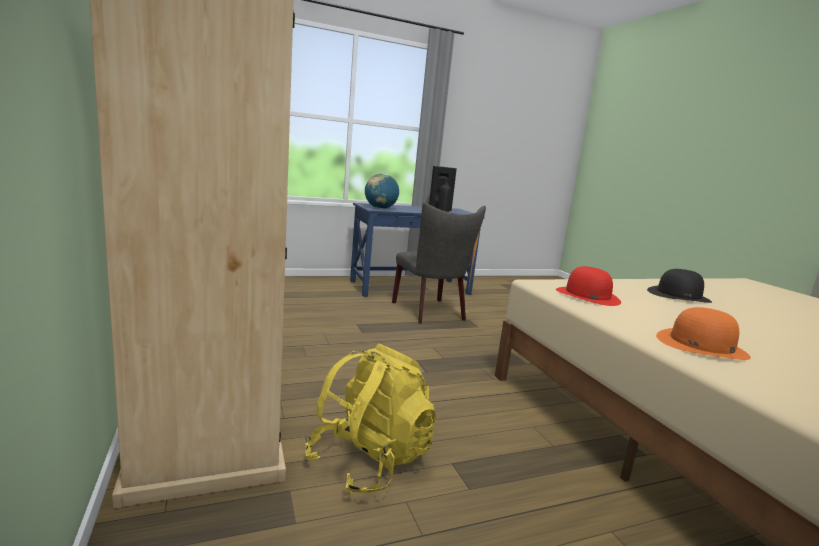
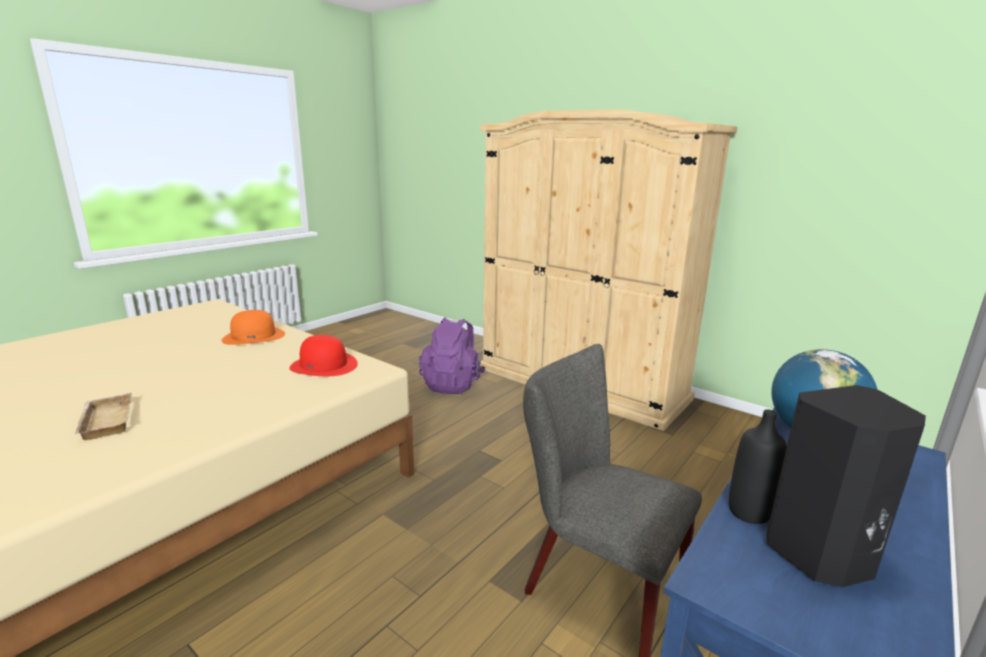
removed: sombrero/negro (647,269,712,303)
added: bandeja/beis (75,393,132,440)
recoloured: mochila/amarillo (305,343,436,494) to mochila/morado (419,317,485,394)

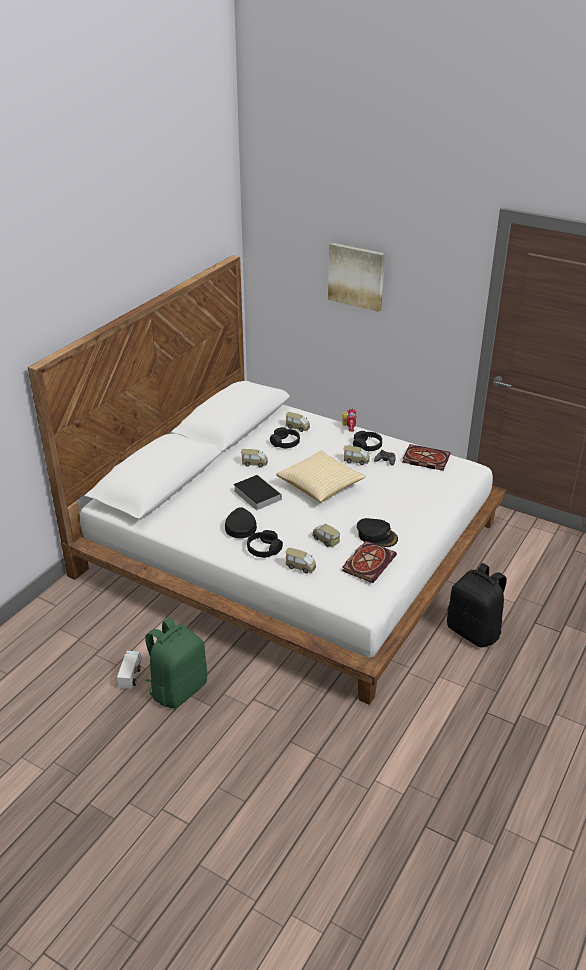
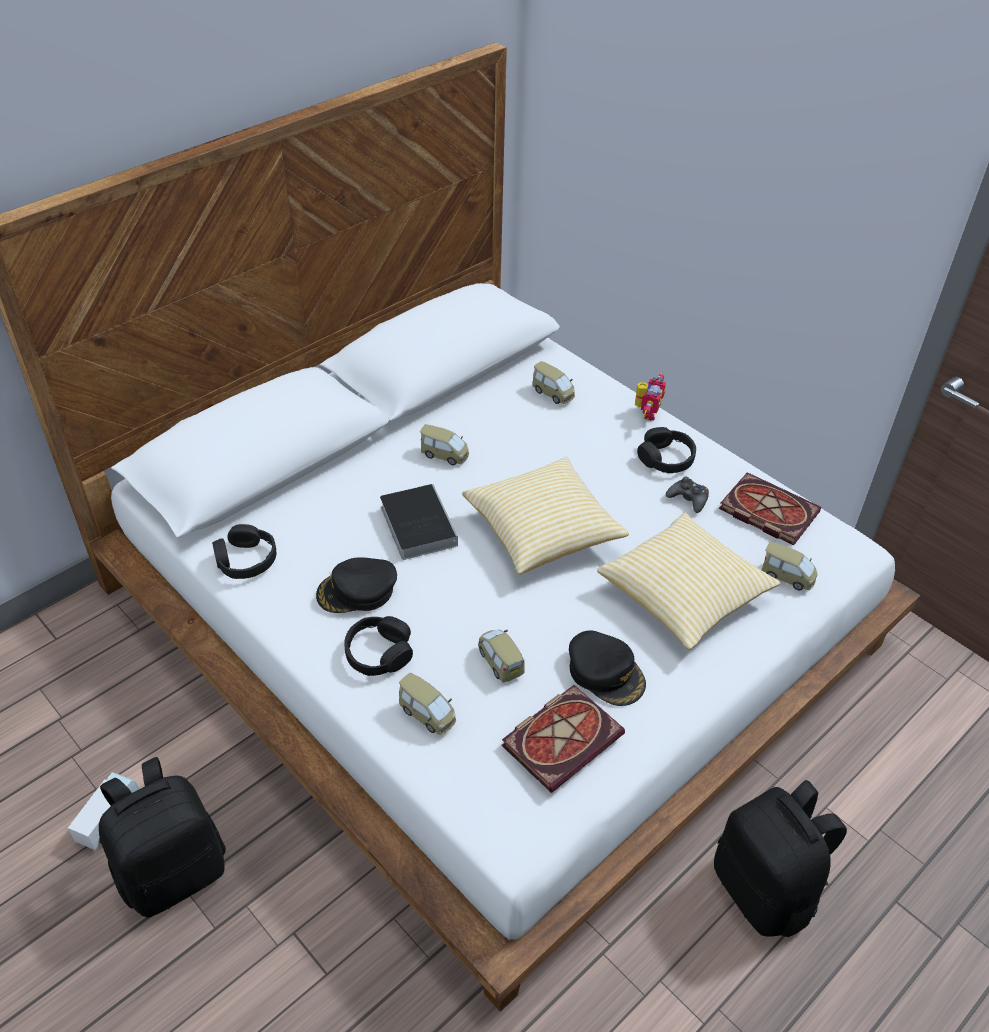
removed: cuadro (328,243,385,312)
added: cojín (597,512,780,650)
moved: auriculares/negro (270,427,300,448) to (212,524,276,579); coche de juguete (344,446,370,465) to (762,542,817,590)
recoloured: mochila/verde (145,617,207,708) to mochila/negro (99,757,226,918)
turned: gorra/negro (225,507,257,538) = (316,557,397,613) 120 degrees counterclockwise

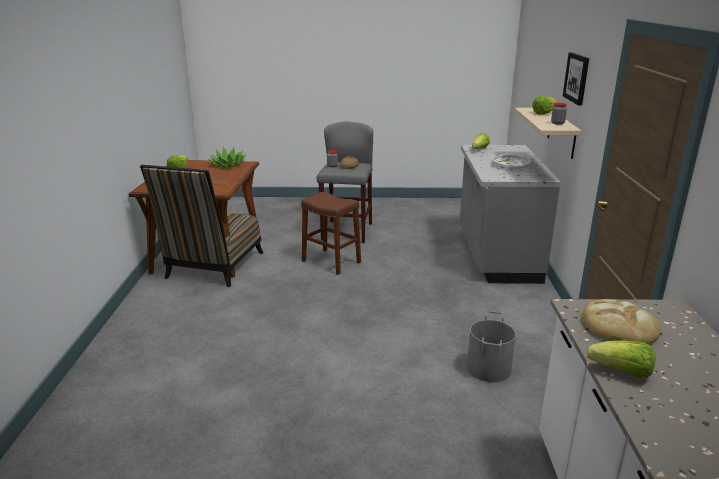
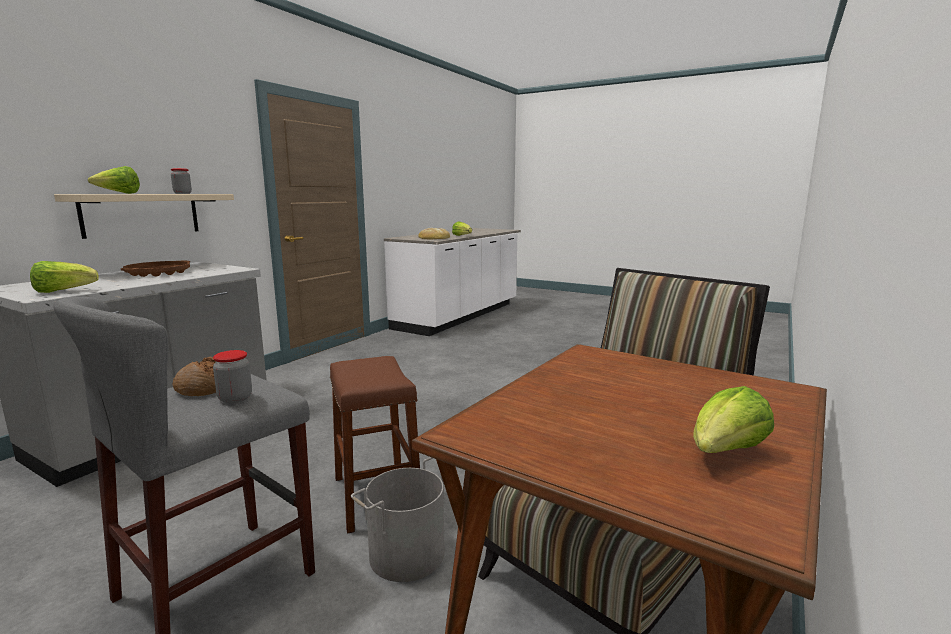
removed: cuadro (563,52,589,106); planta en maceta (208,147,247,167)
moved: cubo/gris (467,311,516,382) to (351,457,445,582)
recoloured: bandeja/blanco (493,154,531,169) to bandeja/marrón (121,261,190,277)

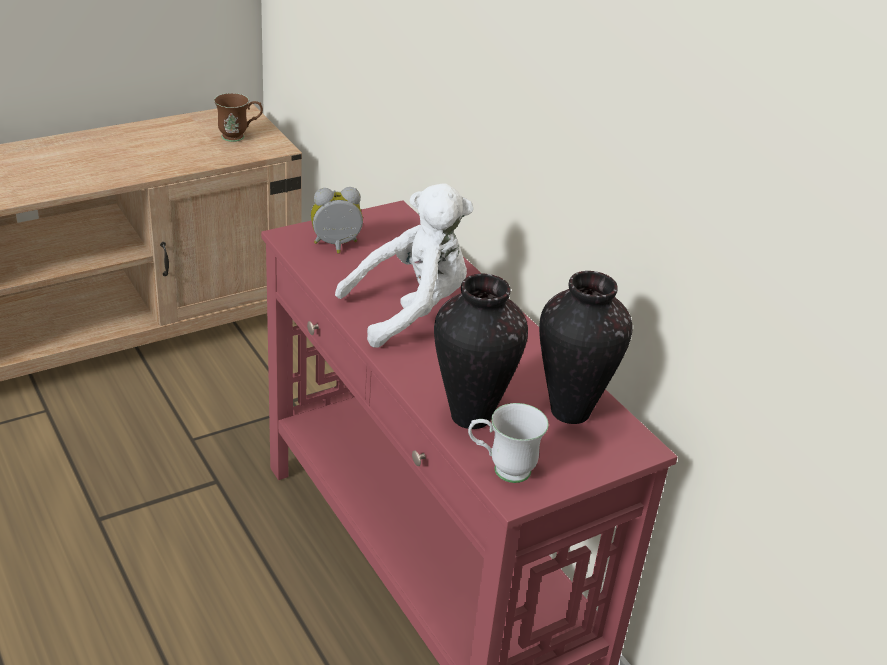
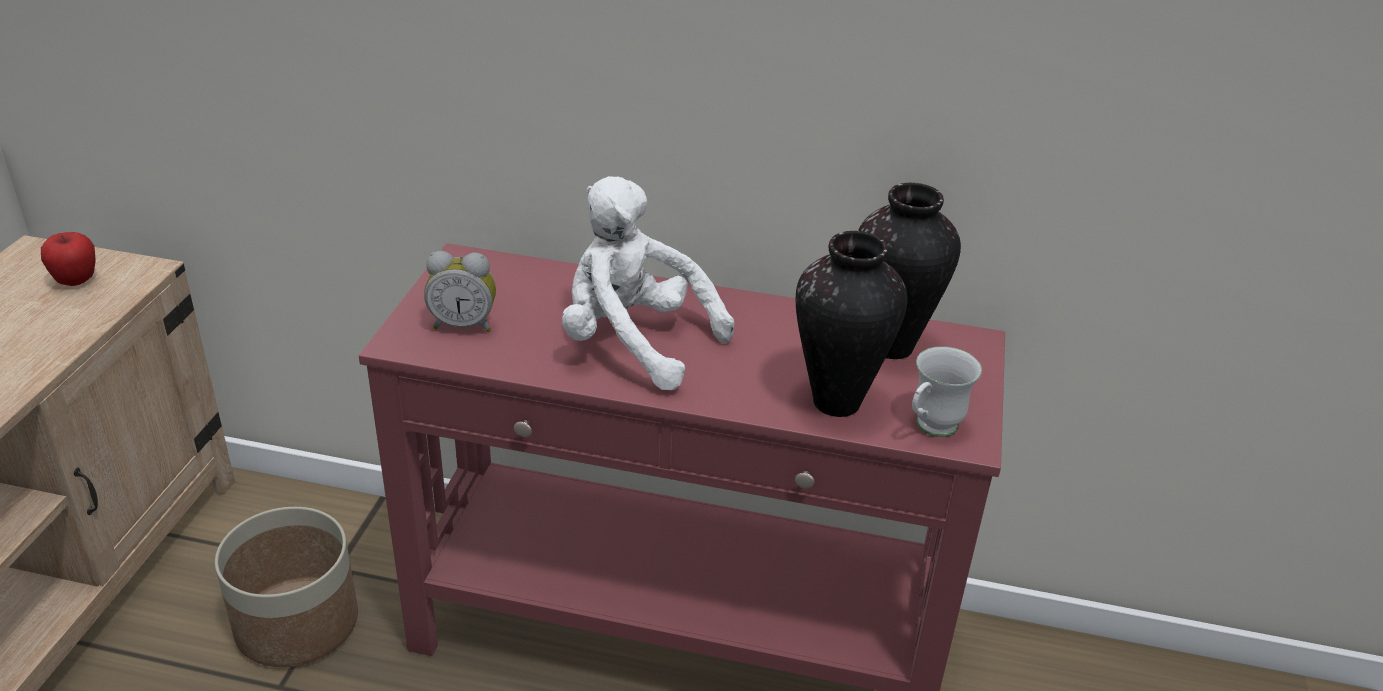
added: maceta (215,507,358,667)
replaced: taza grande/marrón (214,93,263,142) to manzana (41,232,96,286)
turned: peluche/blanco (335,183,473,348) = (562,176,735,390) 75 degrees counterclockwise; despertador (311,187,363,254) = (424,251,496,333) 120 degrees counterclockwise

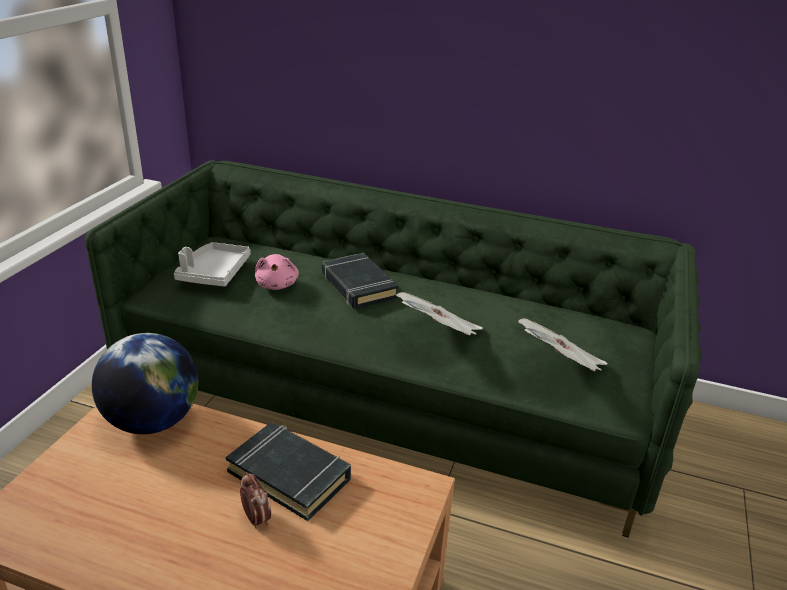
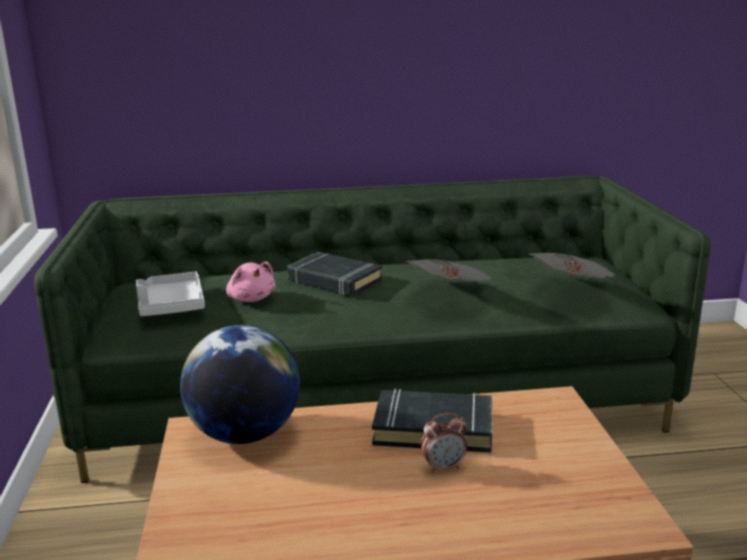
turned: despertador (240,472,271,529) = (421,413,467,473) 135 degrees clockwise

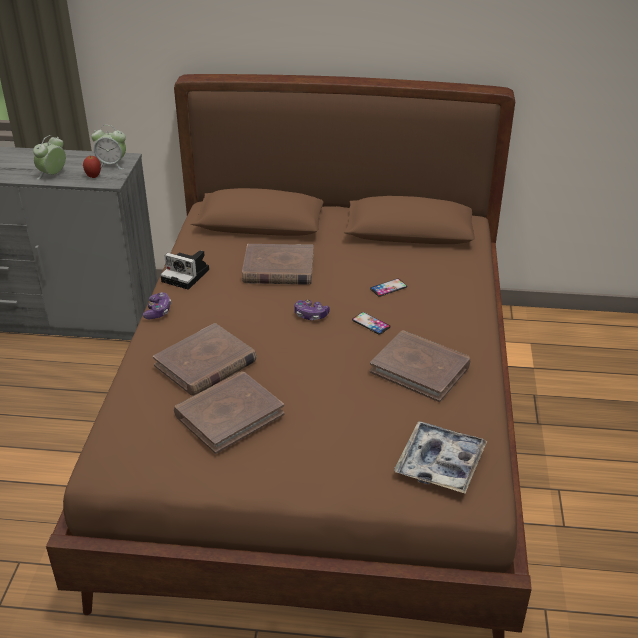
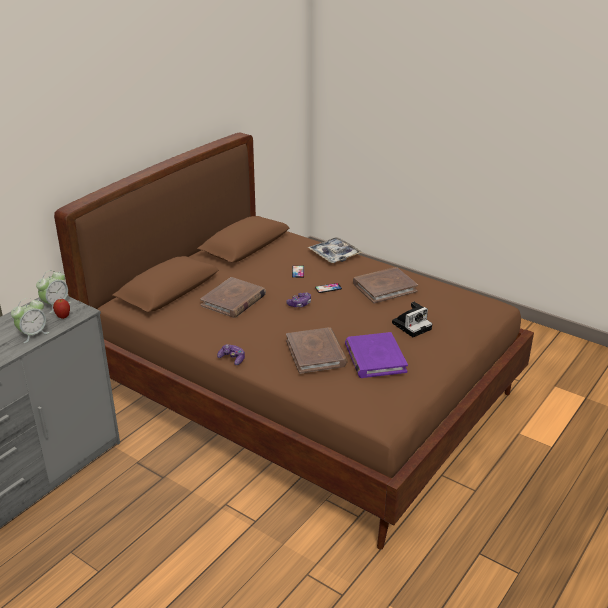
moved: cámara (160,250,209,290) to (392,302,432,337); bandeja (394,421,487,493) to (308,237,362,263)
recoloured: libro/marrón (174,372,284,454) to libro/morado (345,332,408,378)
turned: despertador (33,135,66,179) = (11,298,49,343) 105 degrees counterclockwise

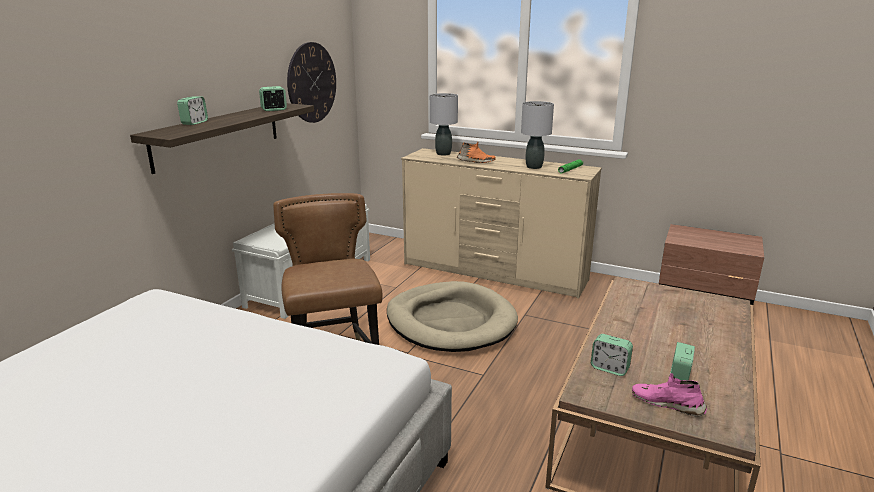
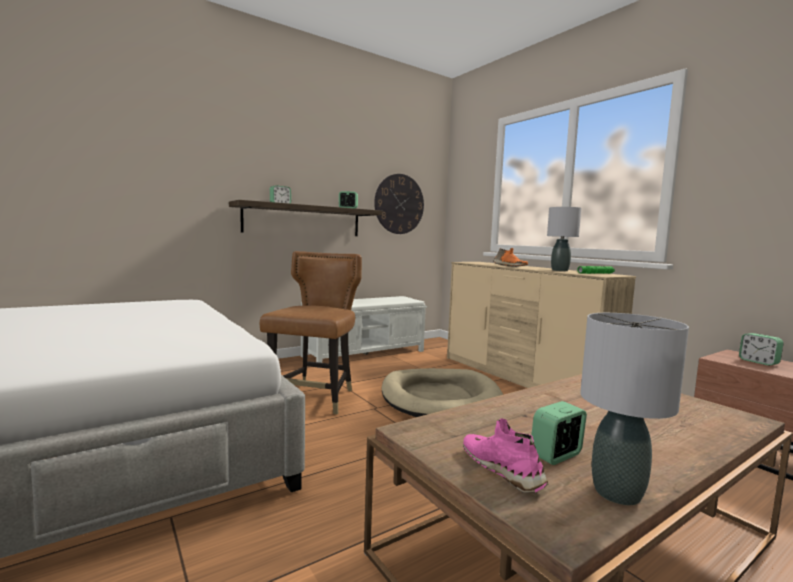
moved: lámpara de mesa/gris (430,93,458,156) to (580,313,689,505); despertador (591,334,633,376) to (739,333,784,366)

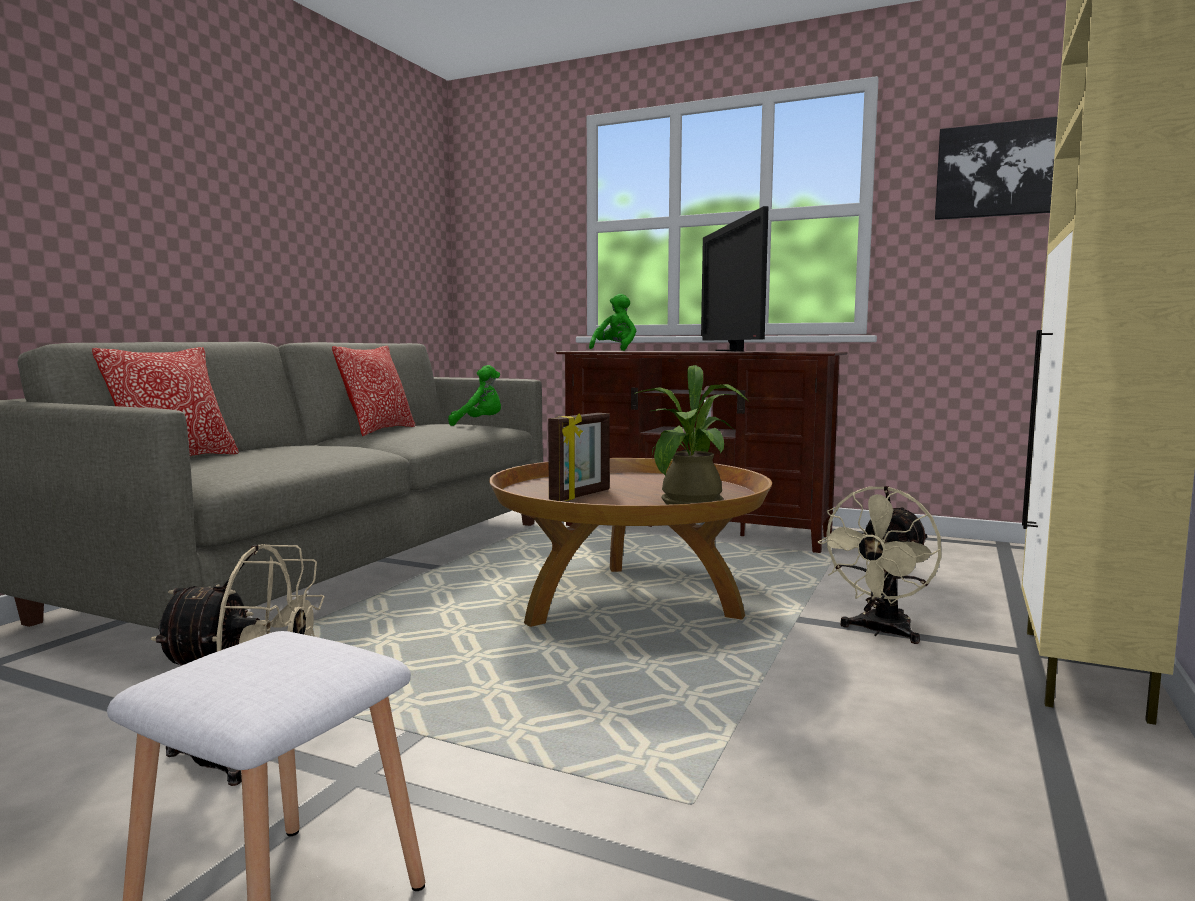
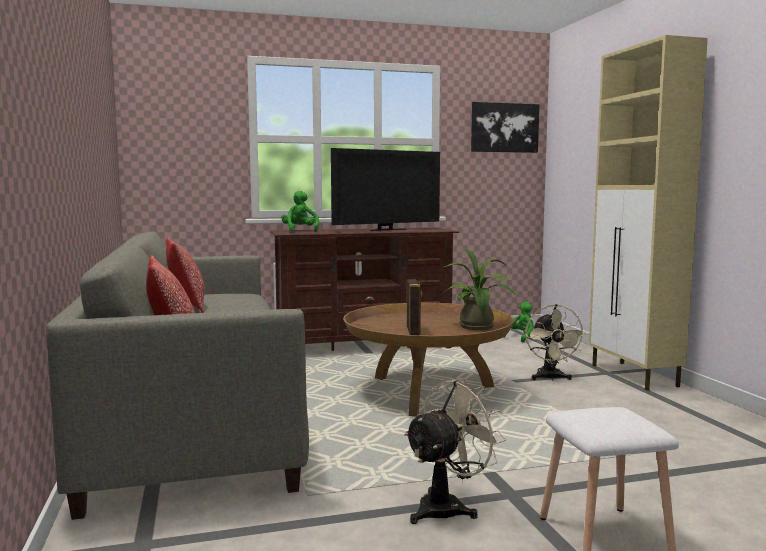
moved: peluche/verde (448,365,501,426) to (503,302,533,343)
turned: televisor (701,206,769,352) = (331,148,440,231) 75 degrees counterclockwise

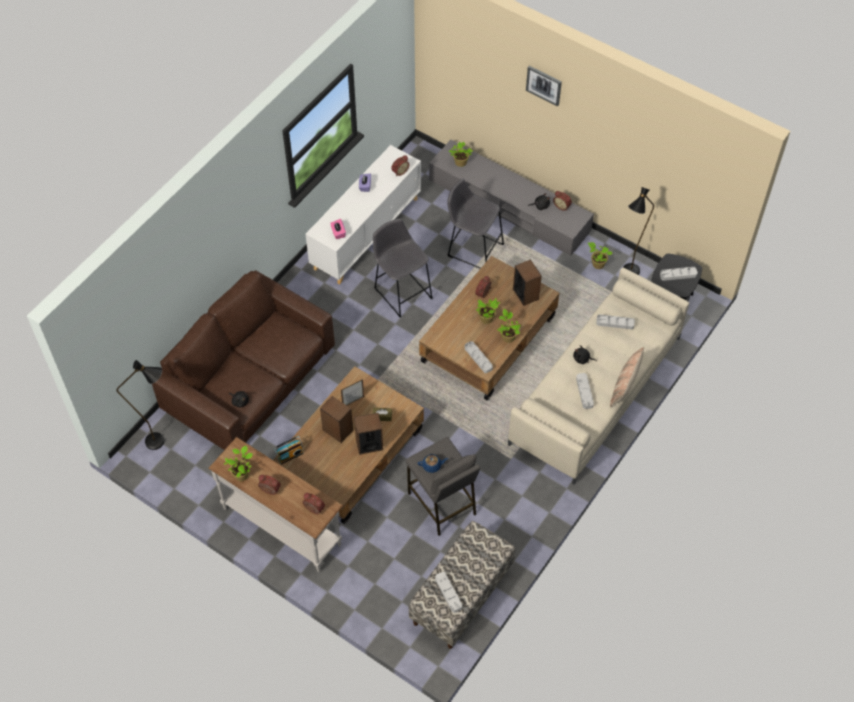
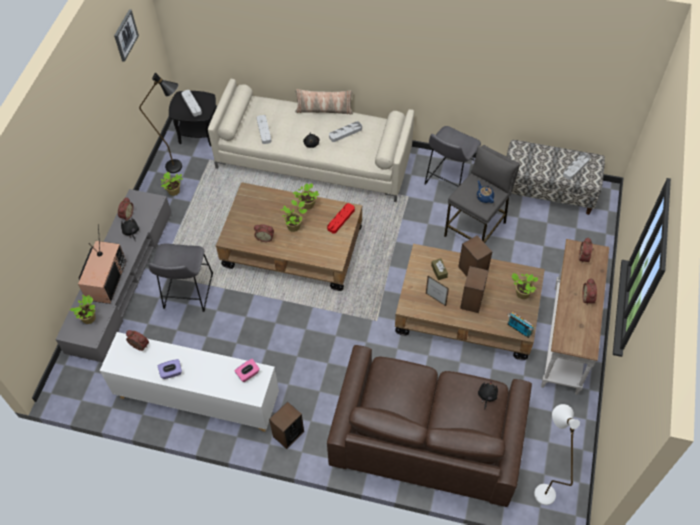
added: televisor (78,225,126,304)
moved: cuadro (526,66,562,107) to (114,9,139,62); taburete/gris (373,218,433,318) to (424,126,481,187); altavoz (513,259,542,306) to (269,401,304,449); planta en maceta (224,446,253,481) to (511,273,538,299)
recoloured: bandeja/gris (465,341,493,373) to bandeja/rojo (327,203,355,234); lámpara de pie/negro (117,360,164,450) to lámpara de pie/blanco (534,404,580,505)

